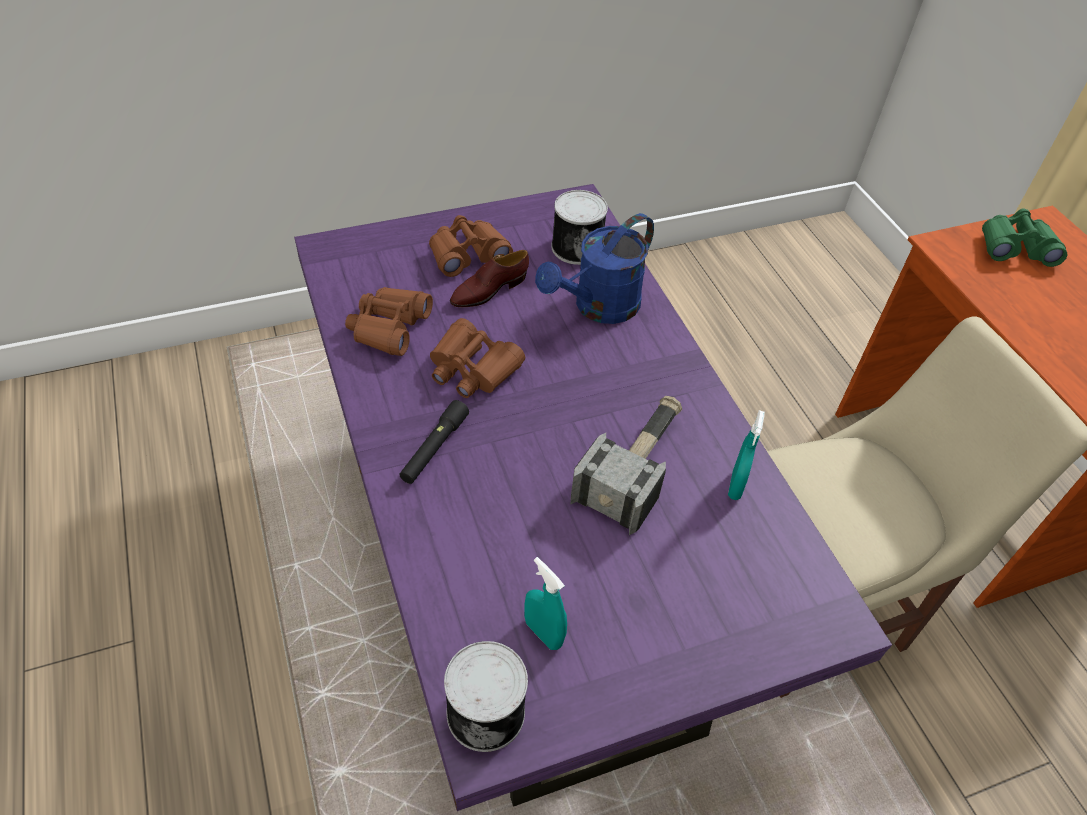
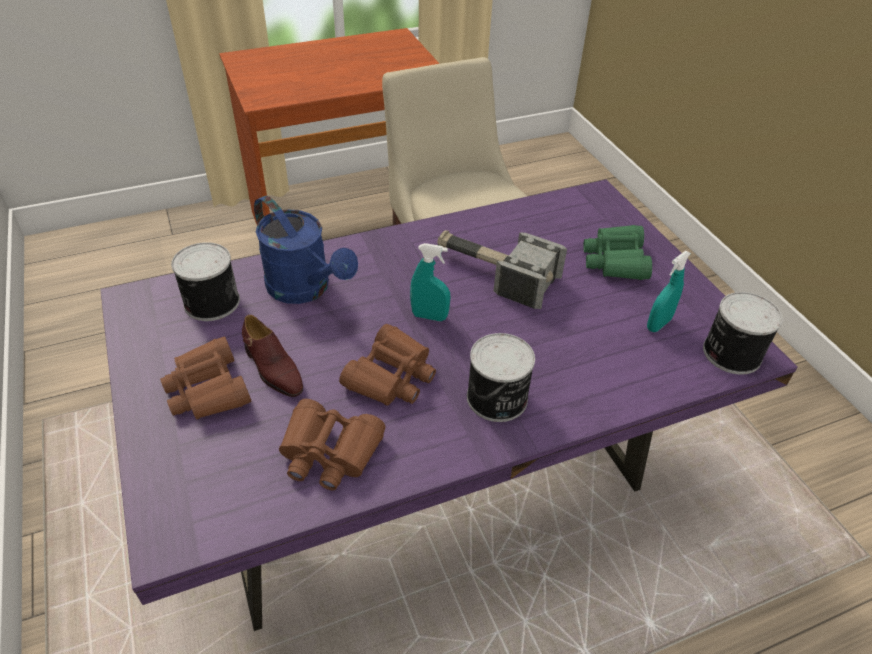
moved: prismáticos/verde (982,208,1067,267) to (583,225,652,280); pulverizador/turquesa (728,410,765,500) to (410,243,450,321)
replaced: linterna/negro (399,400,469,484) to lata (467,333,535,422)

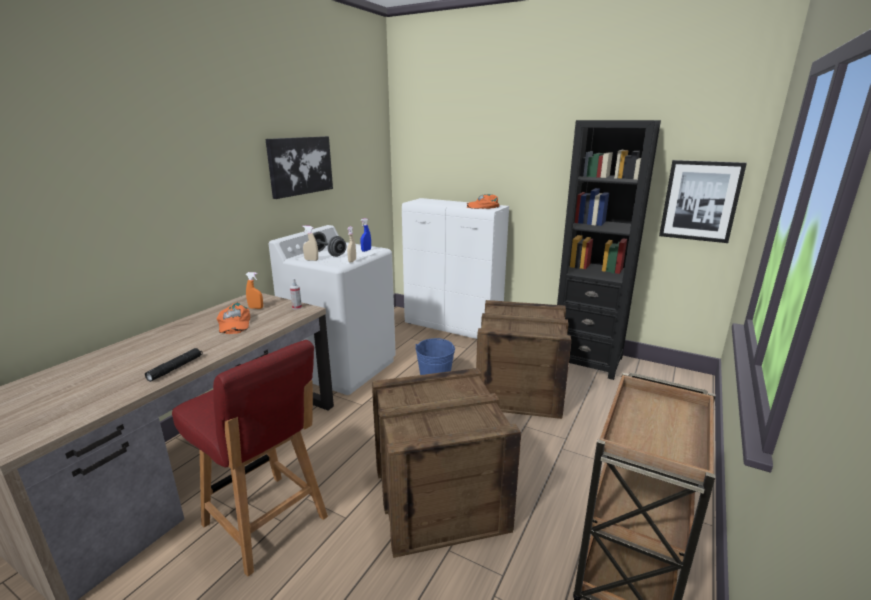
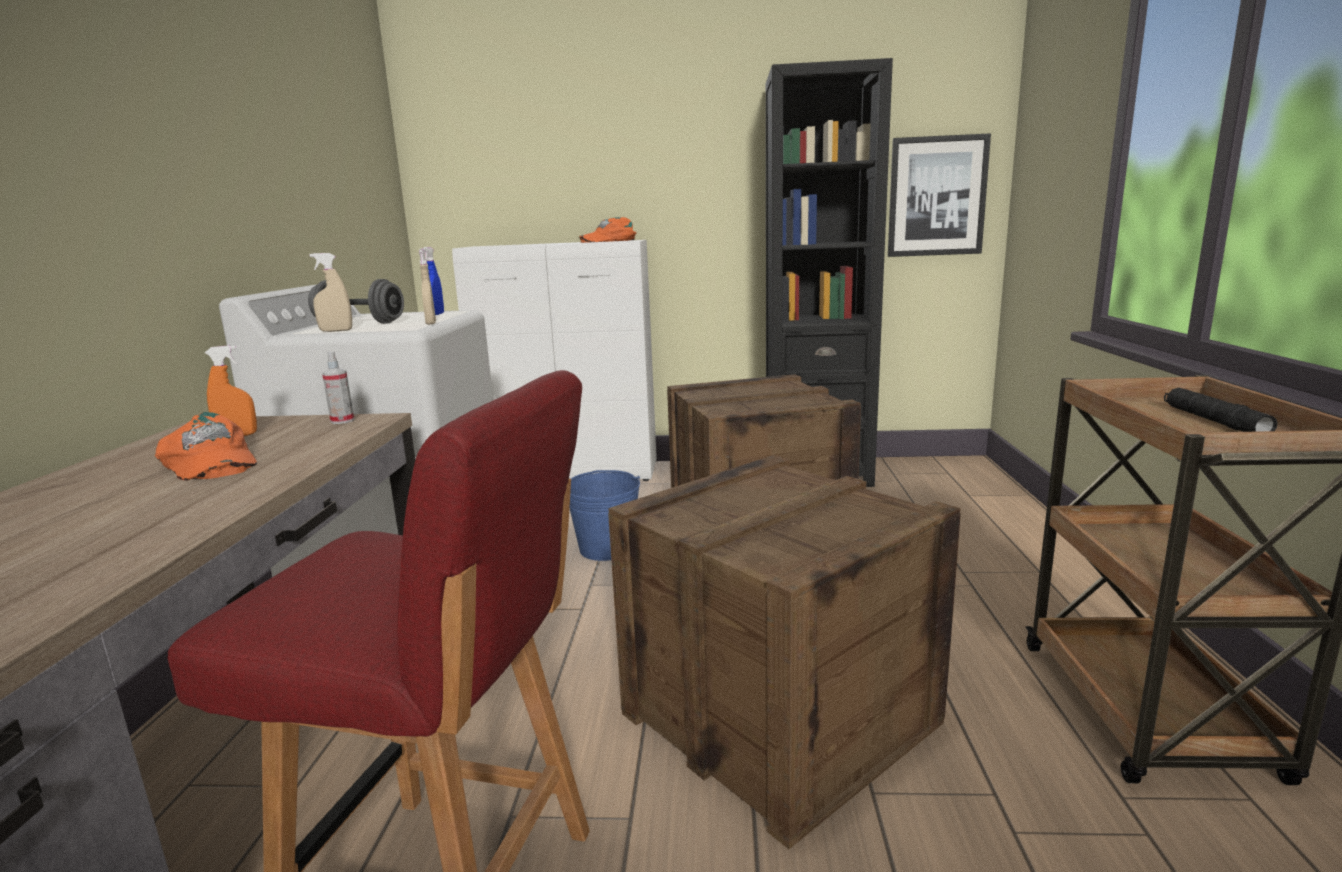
removed: cuadro (265,136,333,199)
moved: linterna/negro (145,348,203,382) to (1164,388,1278,432)

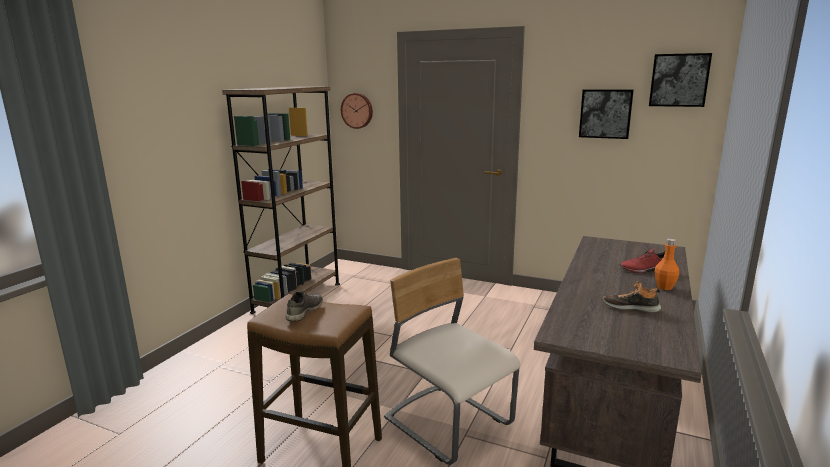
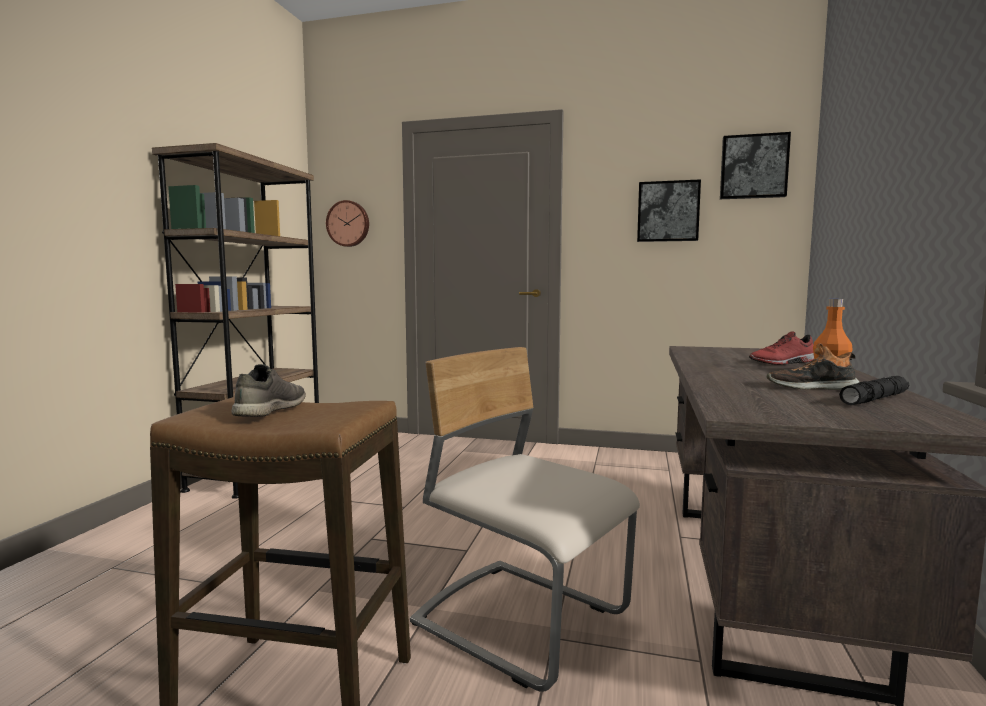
added: linterna/negro (839,376,909,405)

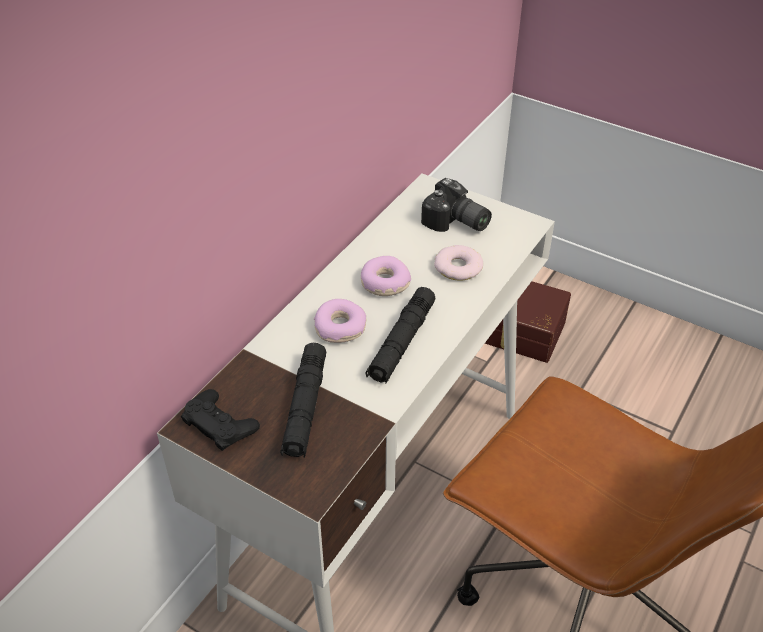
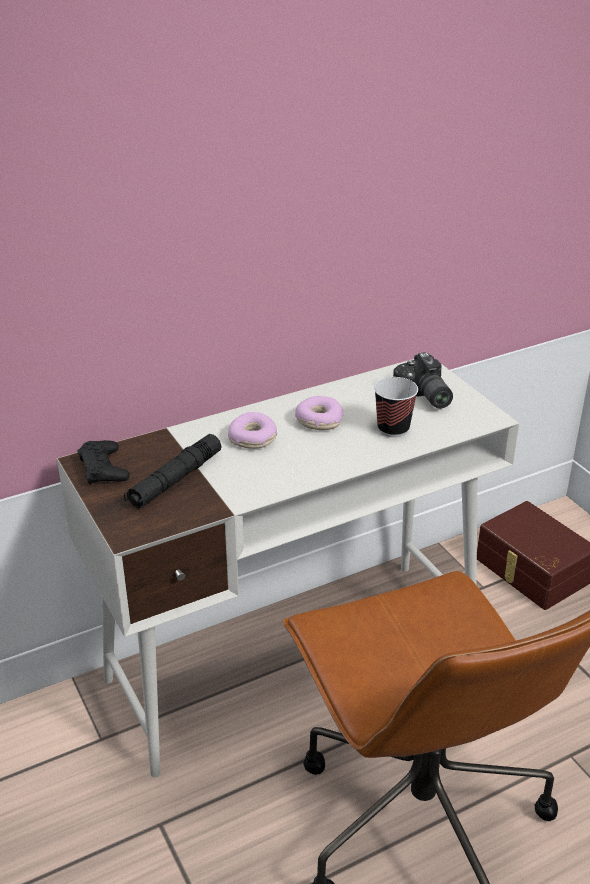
removed: linterna/negro (365,287,436,384)
replaced: rosquilla (434,245,483,281) to taza (374,377,418,437)

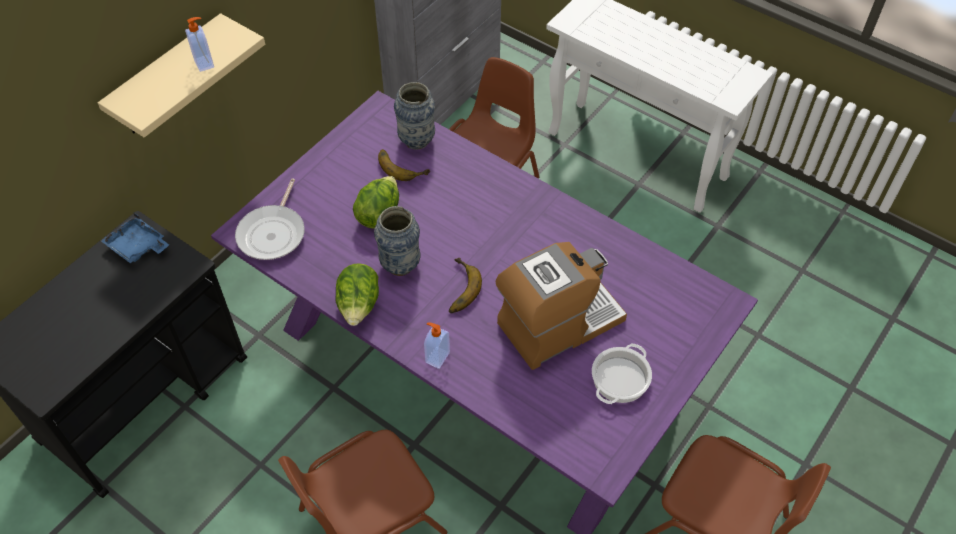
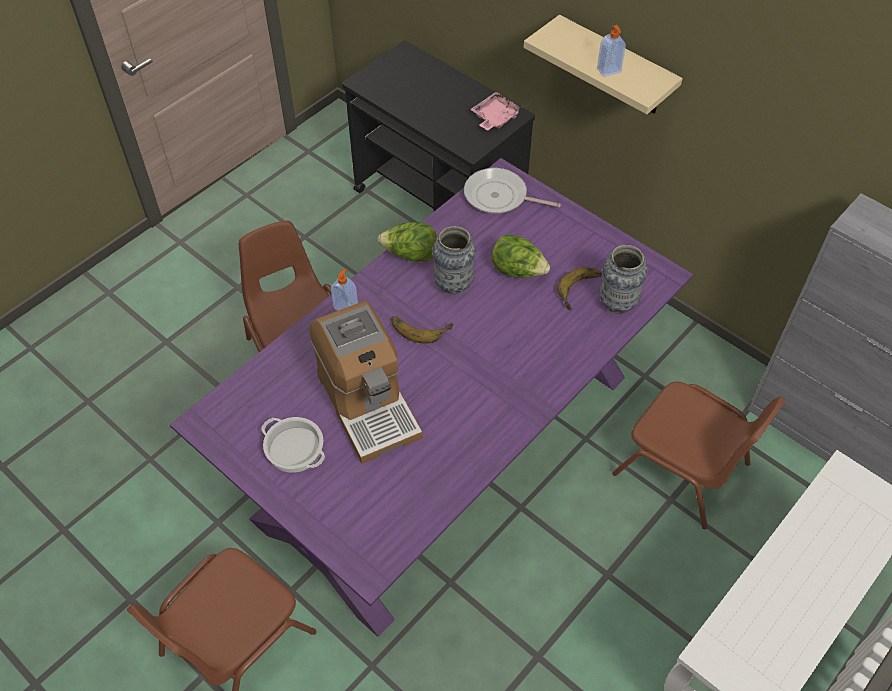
recoloured: bandeja/azul (101,213,169,263) to bandeja/rosa (470,92,523,130)

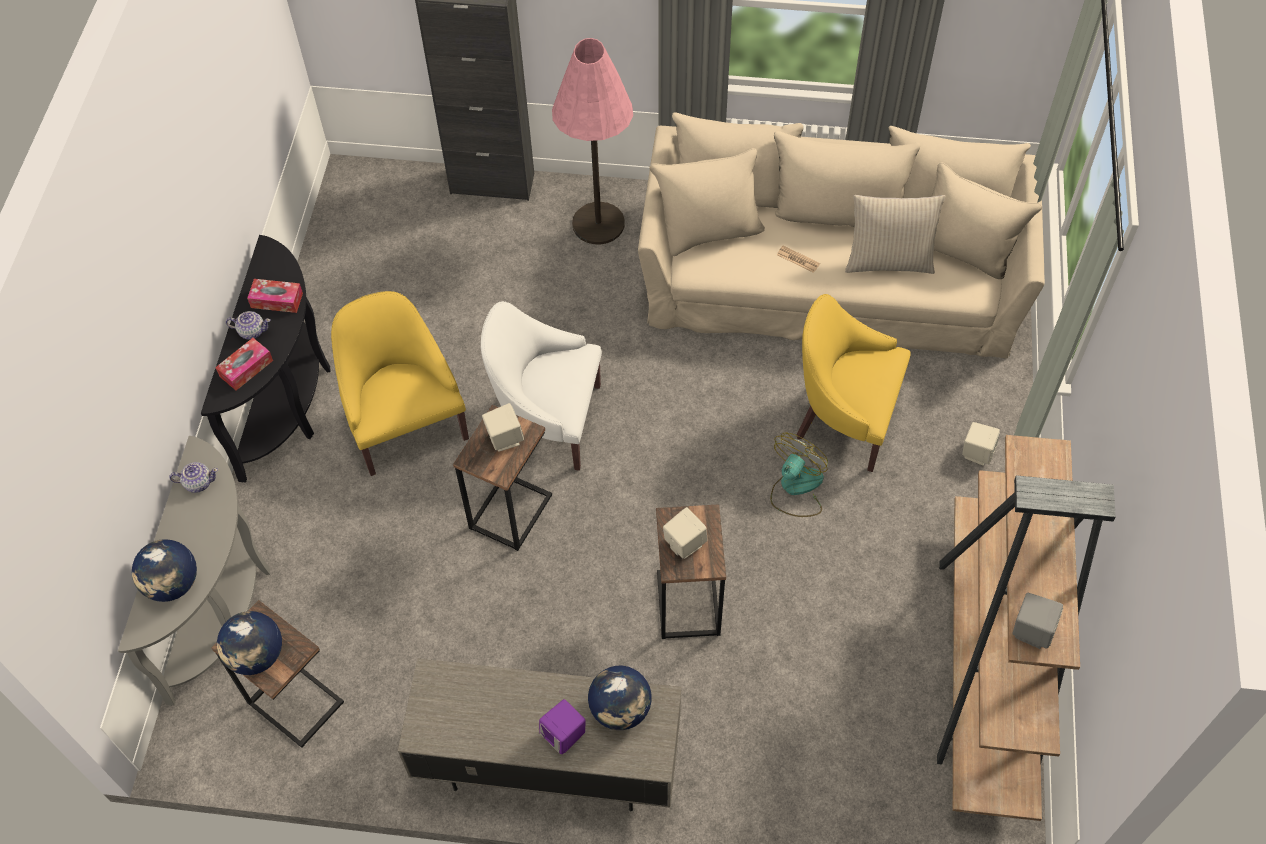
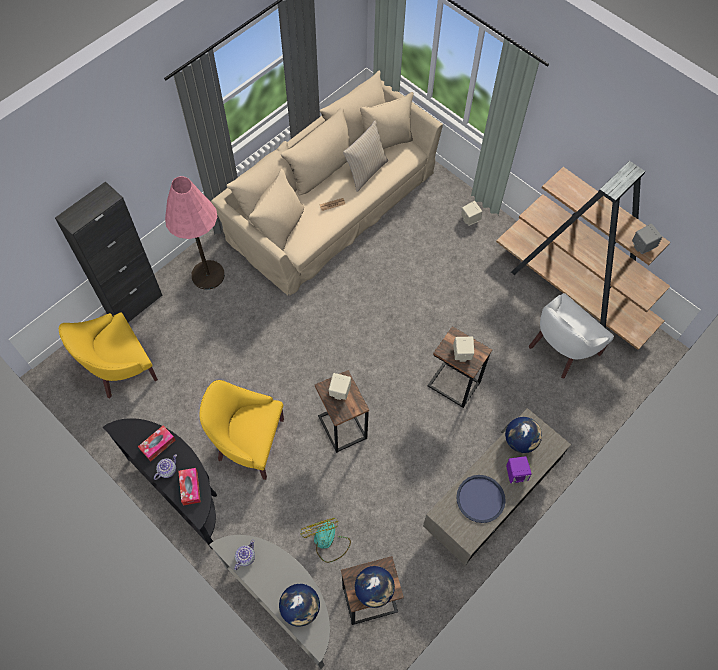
added: bandeja/azul (456,475,506,523)
moved: sillón/amarillo (797,294,911,472) to (59,313,158,398); sillón/blanco (481,301,602,471) to (529,293,614,378); ventilador (770,432,828,517) to (300,518,351,563)

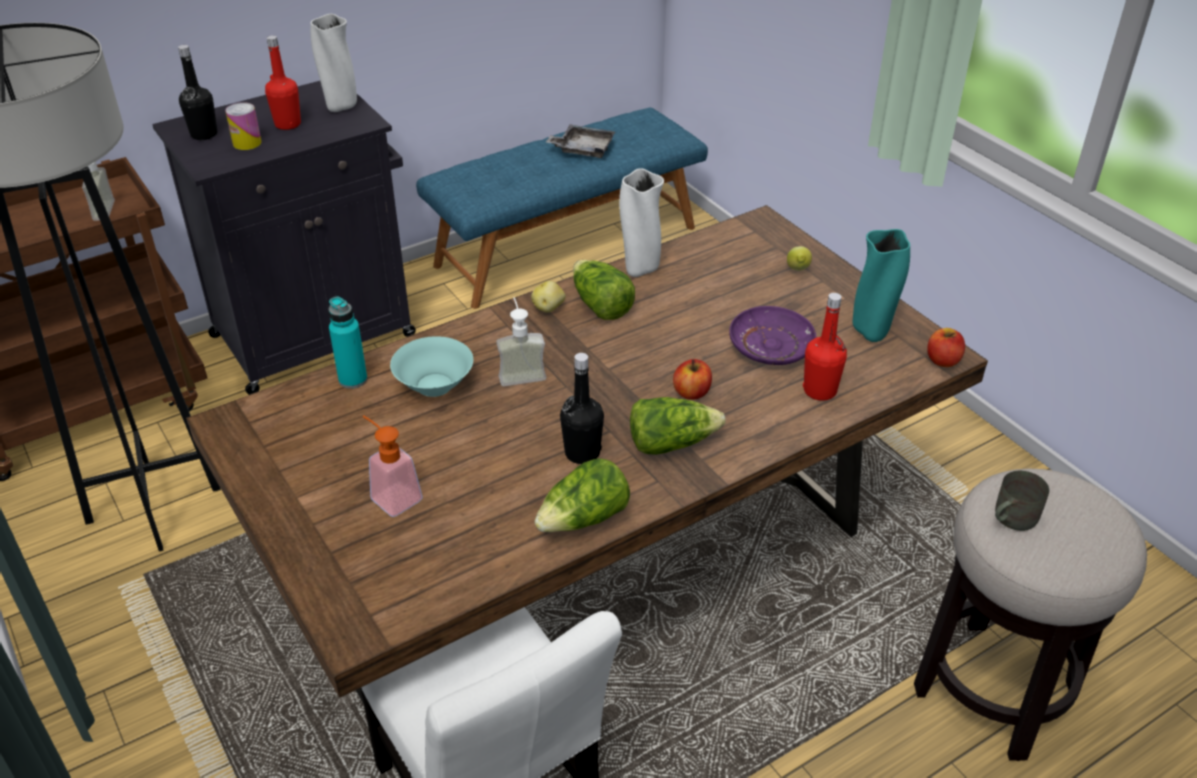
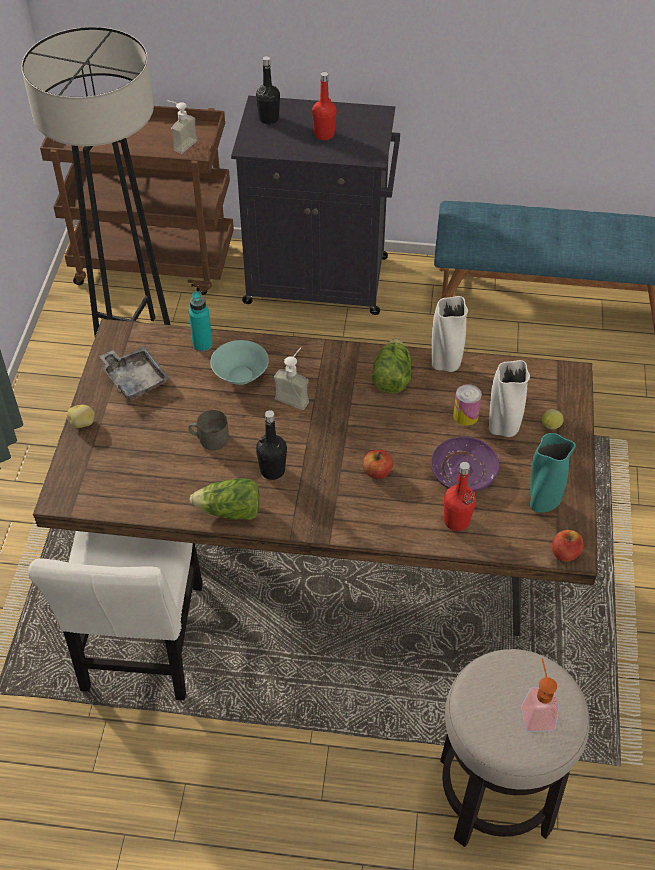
removed: lechuga (630,397,726,455)
moved: florero/blanco (310,14,357,112) to (489,360,530,437); lata (225,102,262,150) to (453,384,482,426); bandeja/gris (546,124,615,158) to (99,346,169,400); patata (531,281,565,313) to (67,405,95,428); dispensador de jabón (363,415,423,517) to (521,658,559,732); taza grande/gris (995,471,1049,531) to (189,410,229,451)

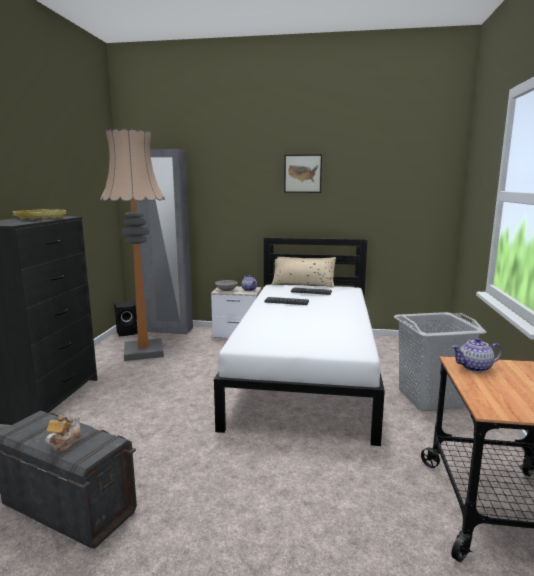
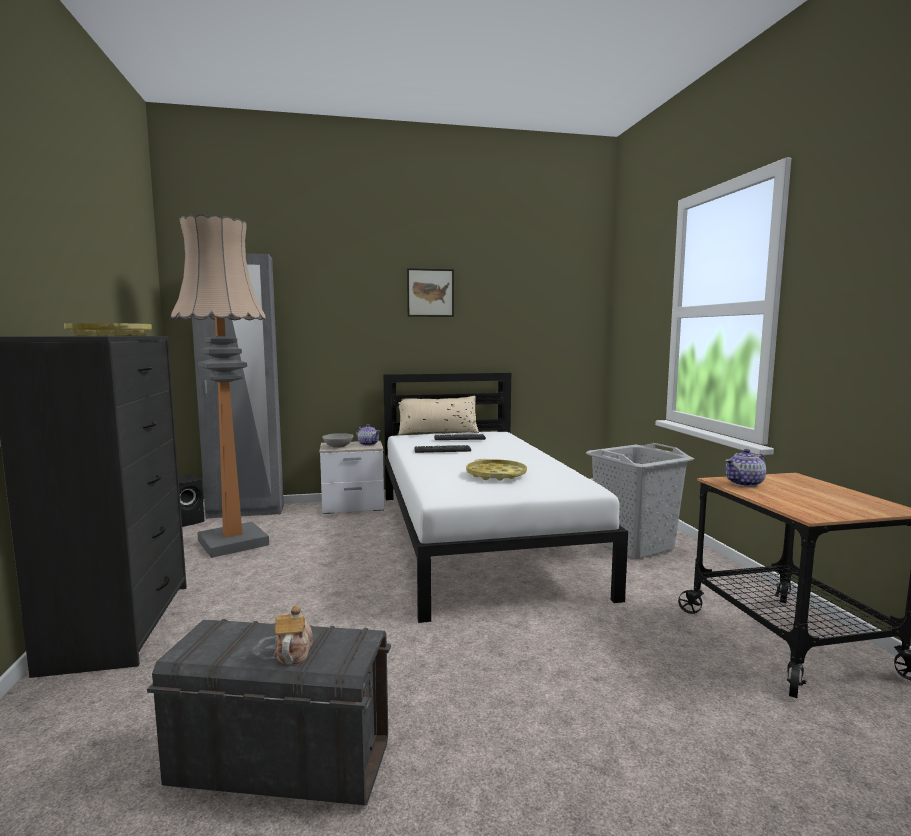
added: bandeja/amarillo (466,459,527,481)

